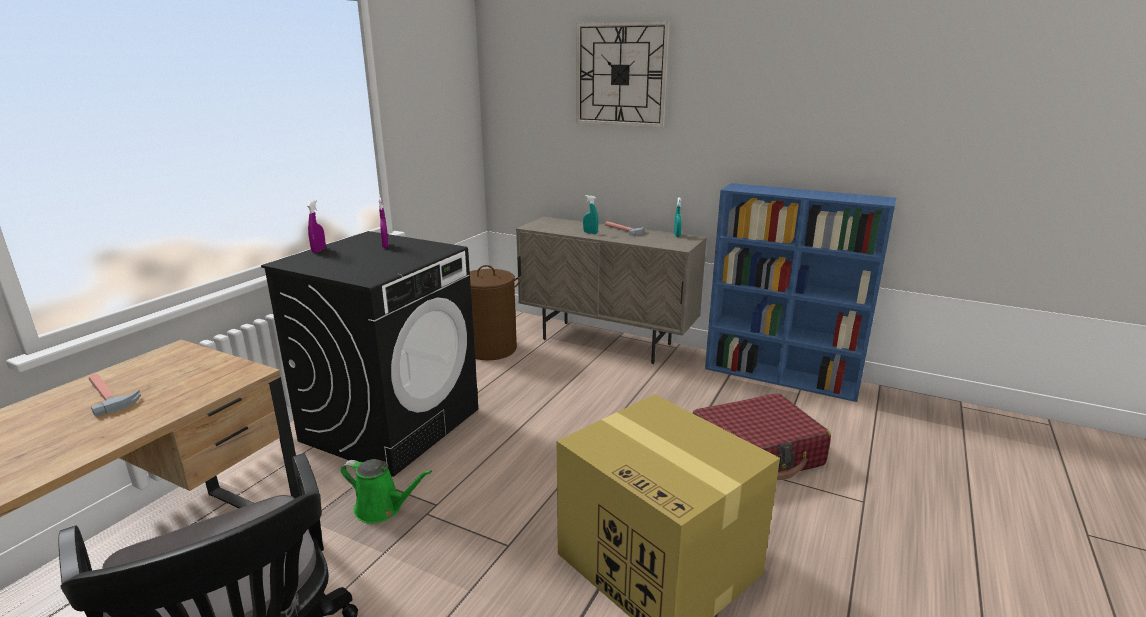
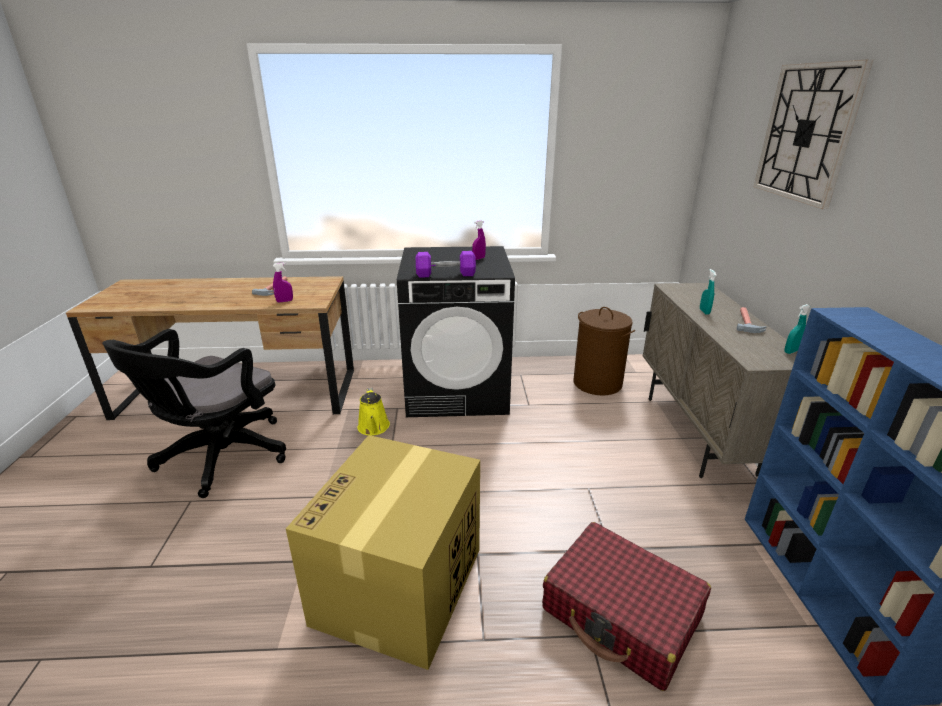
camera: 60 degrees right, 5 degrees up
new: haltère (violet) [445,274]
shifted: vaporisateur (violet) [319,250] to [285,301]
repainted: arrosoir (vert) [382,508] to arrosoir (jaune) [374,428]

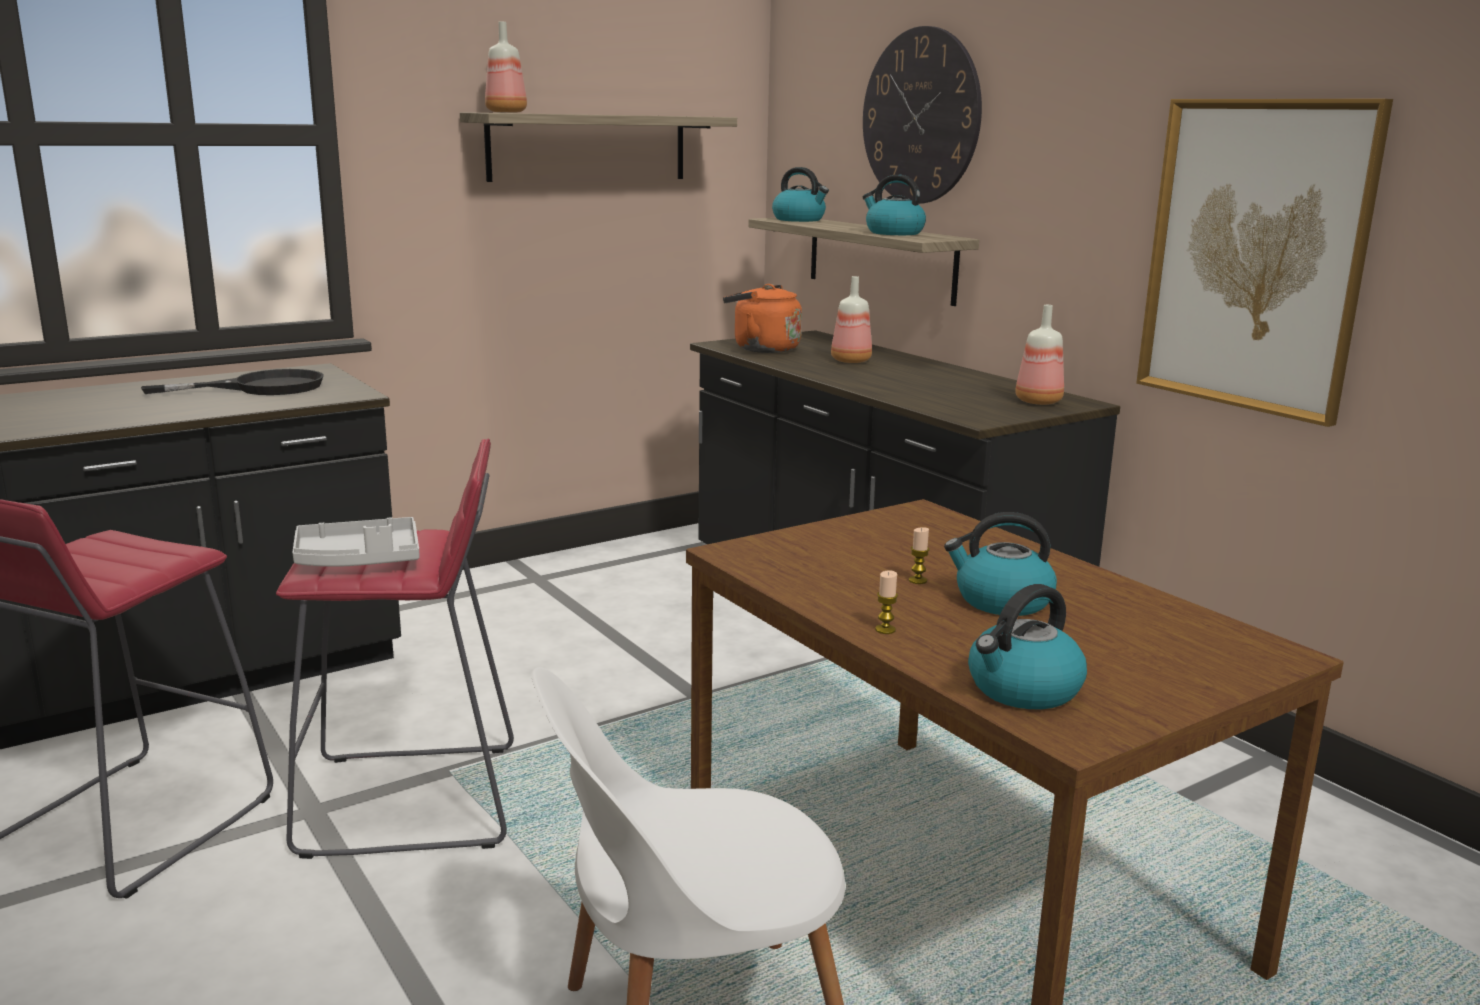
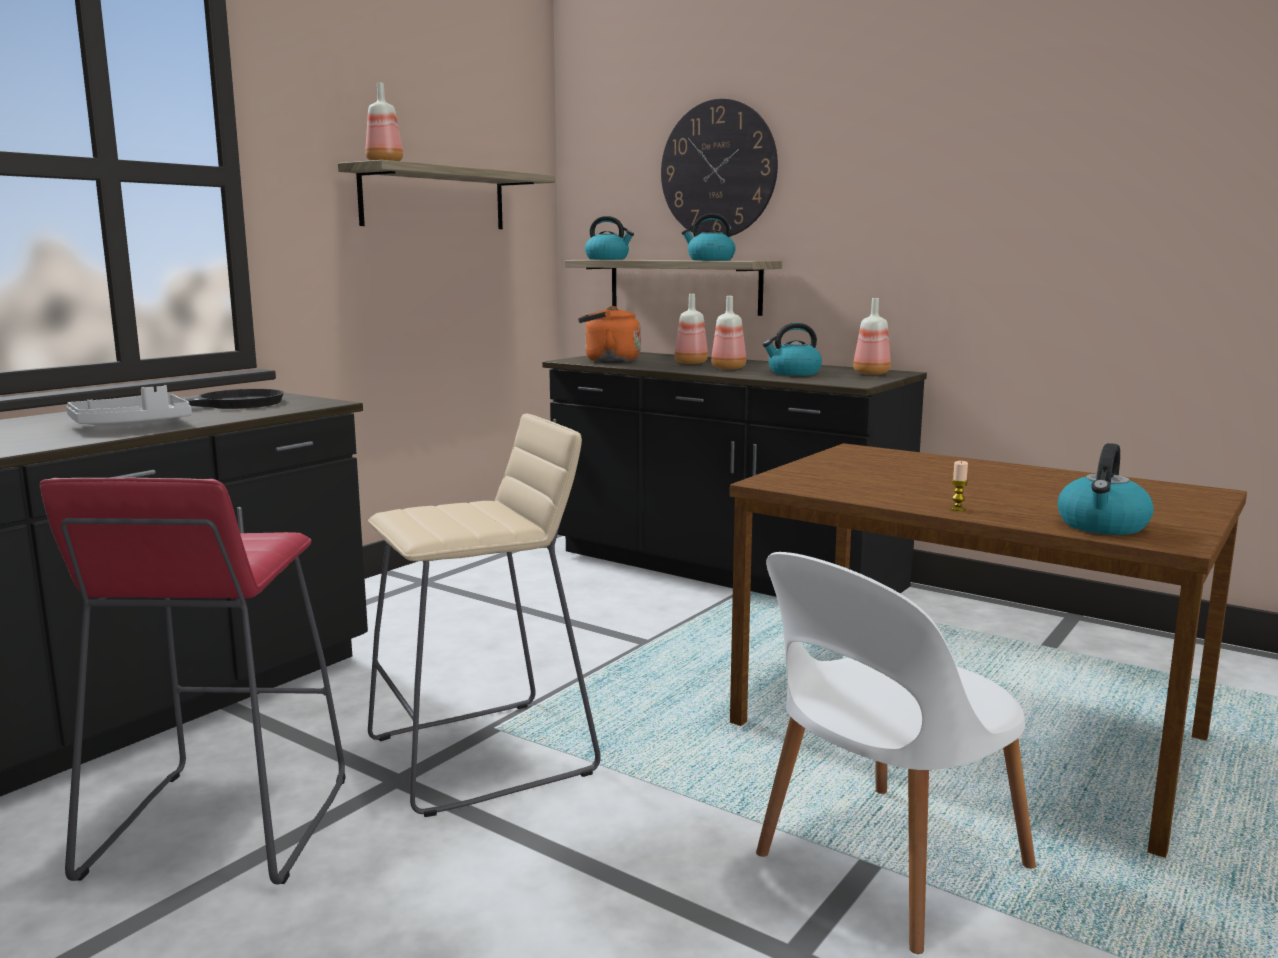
camera: 20 degrees left, 5 degrees down
gone: tableau [1254,256]; bougie [917,580]
new: bouteille [729,368]
shifted: bouilloire [1001,601] to [793,373]; plateau (gris) [359,560] to [132,425]
repainted: tabouret (rouge) [412,801] to tabouret (beige) [484,755]

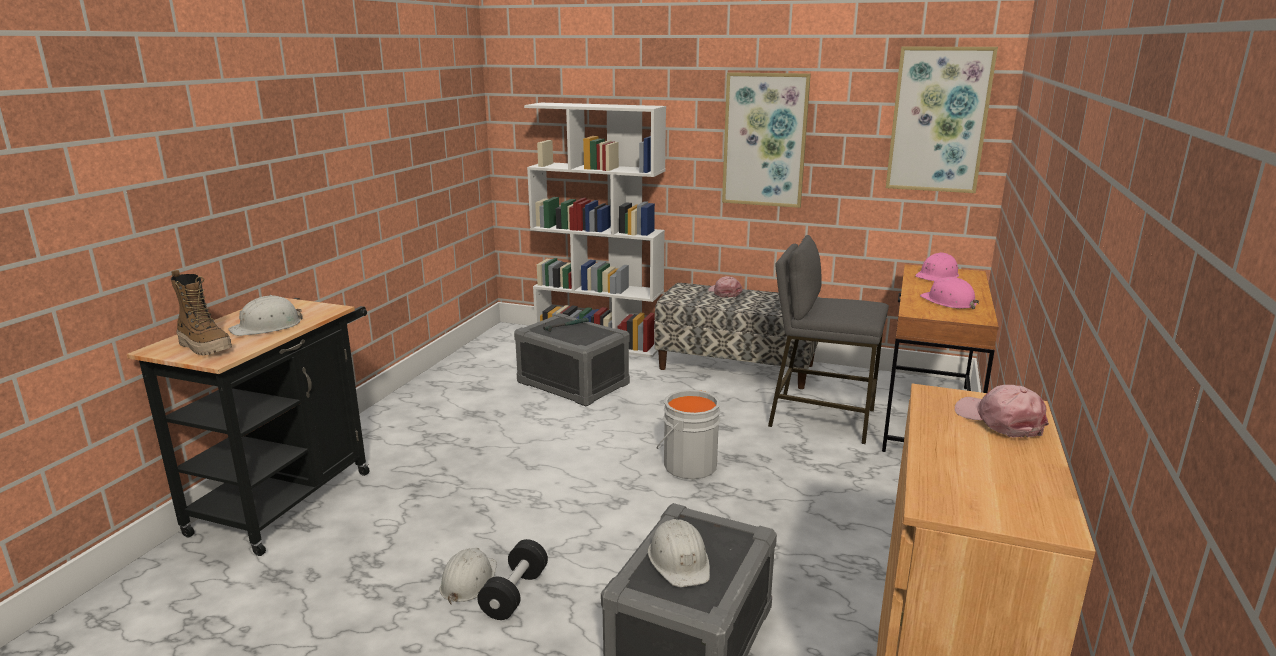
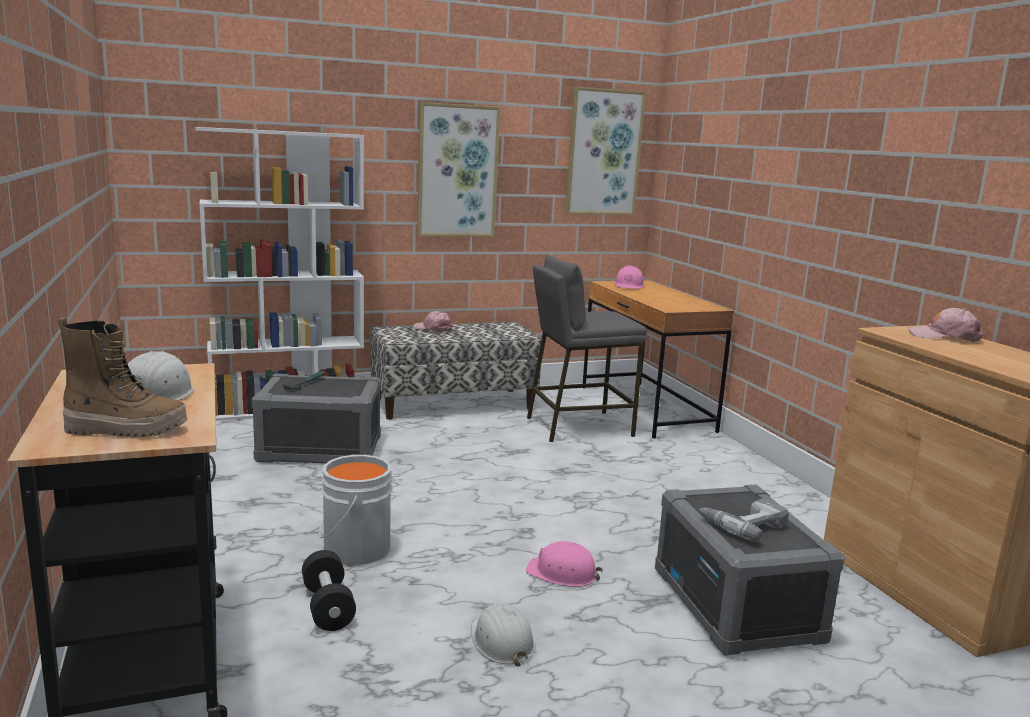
camera: 40 degrees left, 5 degrees down
shifted: casque de chantier (rose) [948,301] to [562,573]; seau (gris) [687,465] to [353,549]; haltère (noir) [515,593] to [328,607]
swapped: casque de chantier (blanc) [679,560] to perceuse [742,524]

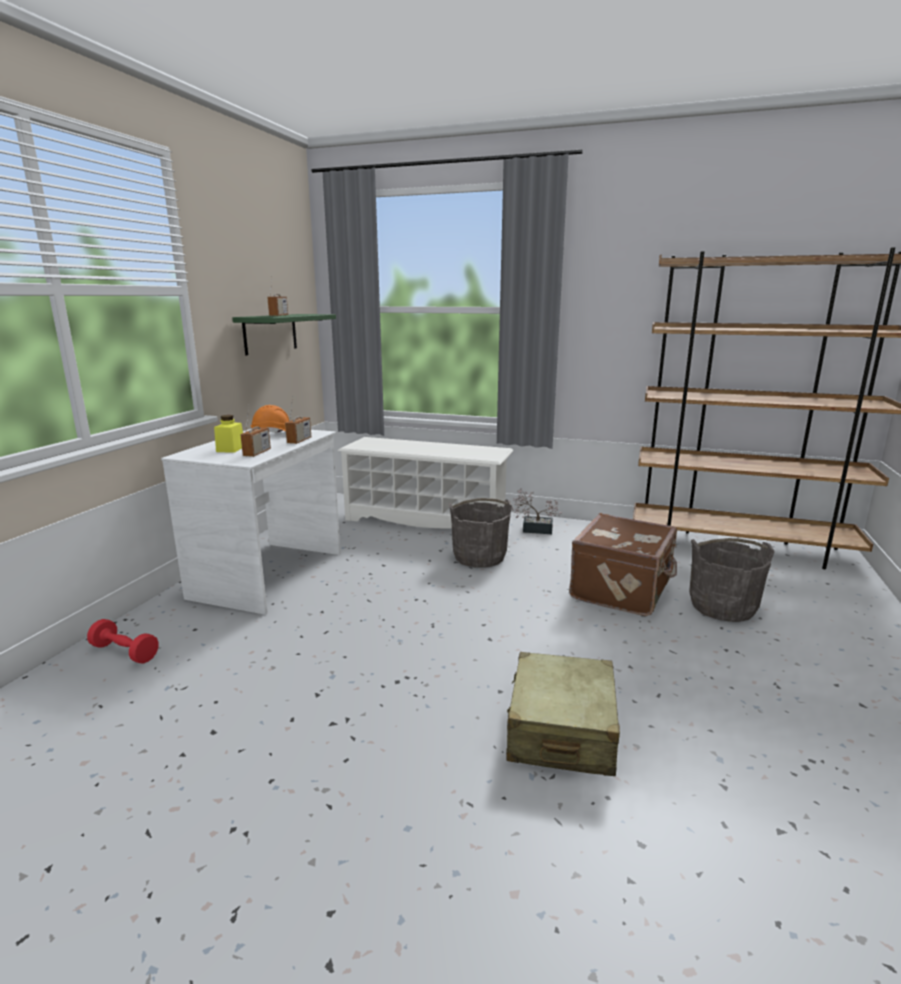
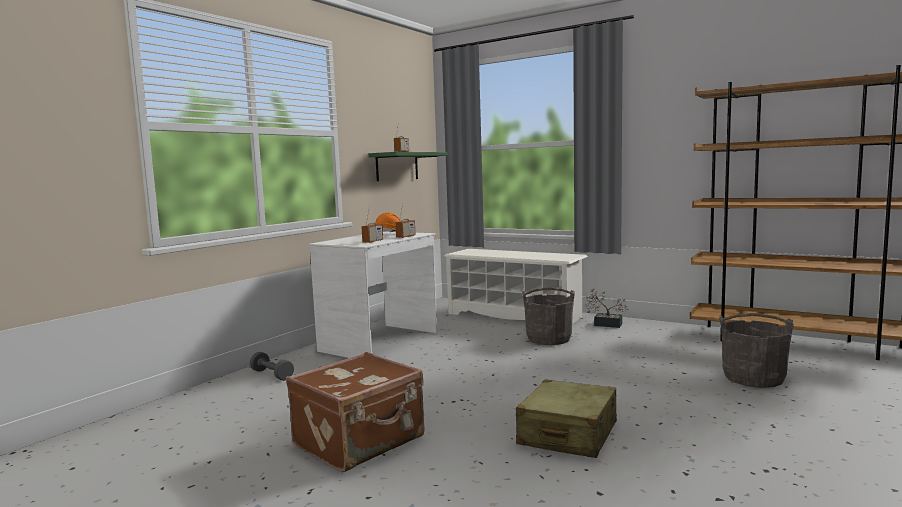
camera: 15 degrees right, 10 degrees down
gone: bocal (jaune) [230,449]
shifted: valise (marron) [622,590] to [360,442]
repainted: haltère (rouge) [125,652] to haltère (gris) [272,375]

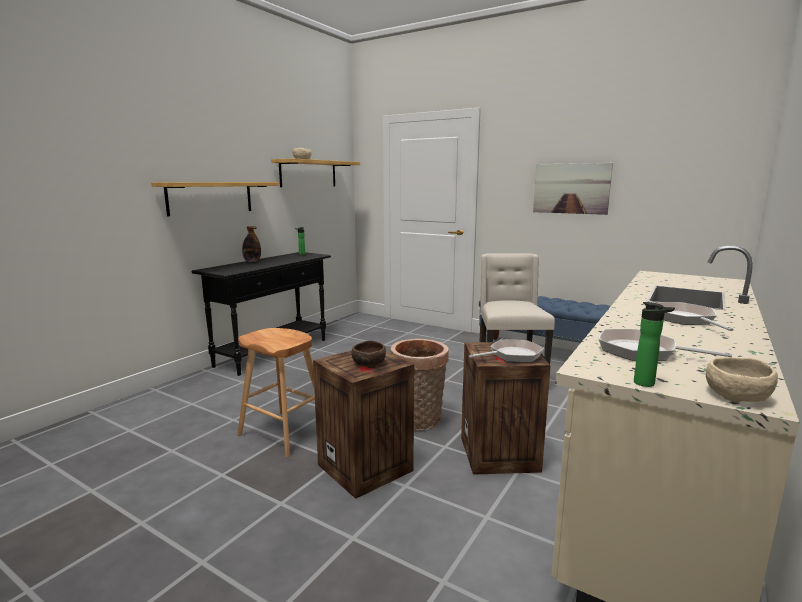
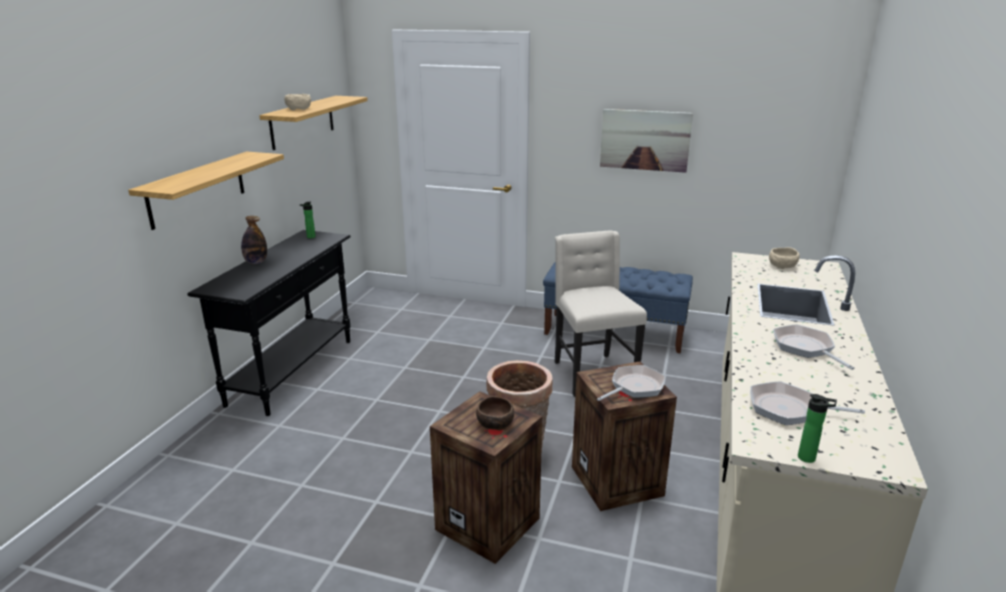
camera: 15 degrees left, 10 degrees up
gone: tabouret (marron) [284,433]
shifted: bol (beige) [736,396] to [782,266]

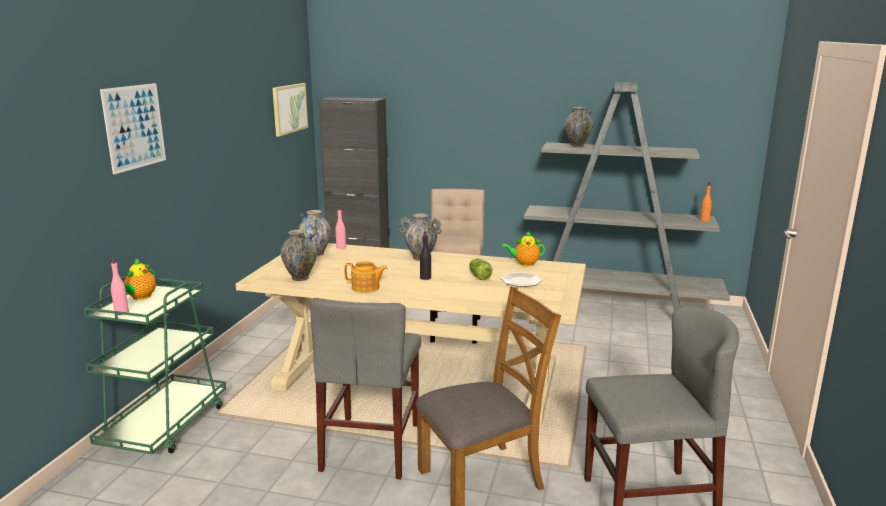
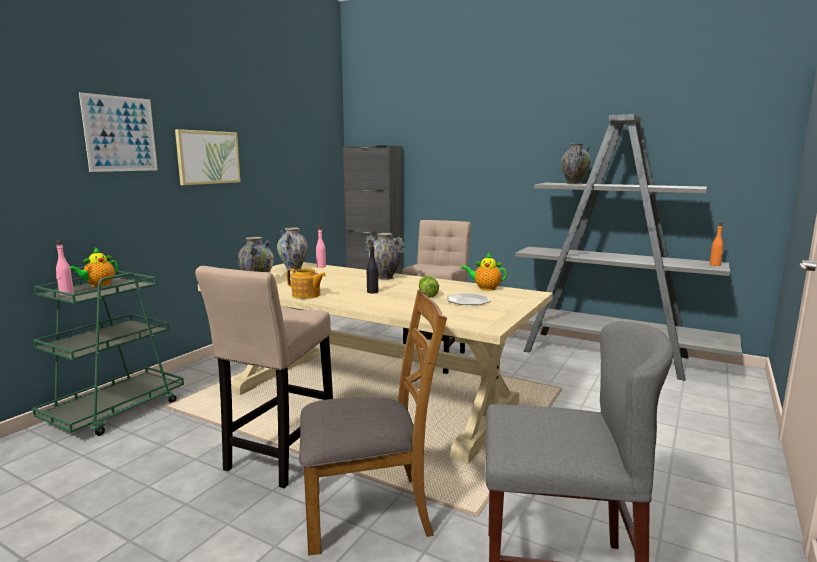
camera: 15 degrees right, 5 degrees down
shifted: tableau [289,108] to [208,157]
swapped: chaise (gris) [371,446] to tabouret (beige) [278,457]

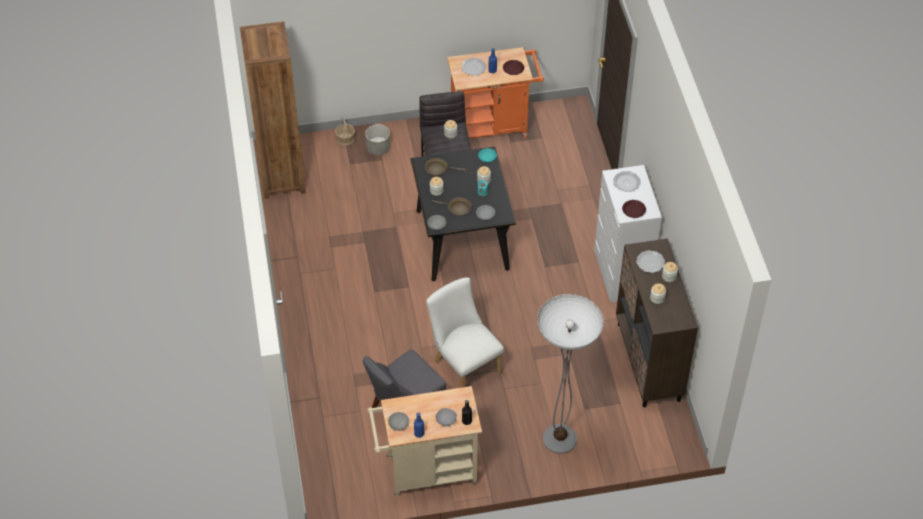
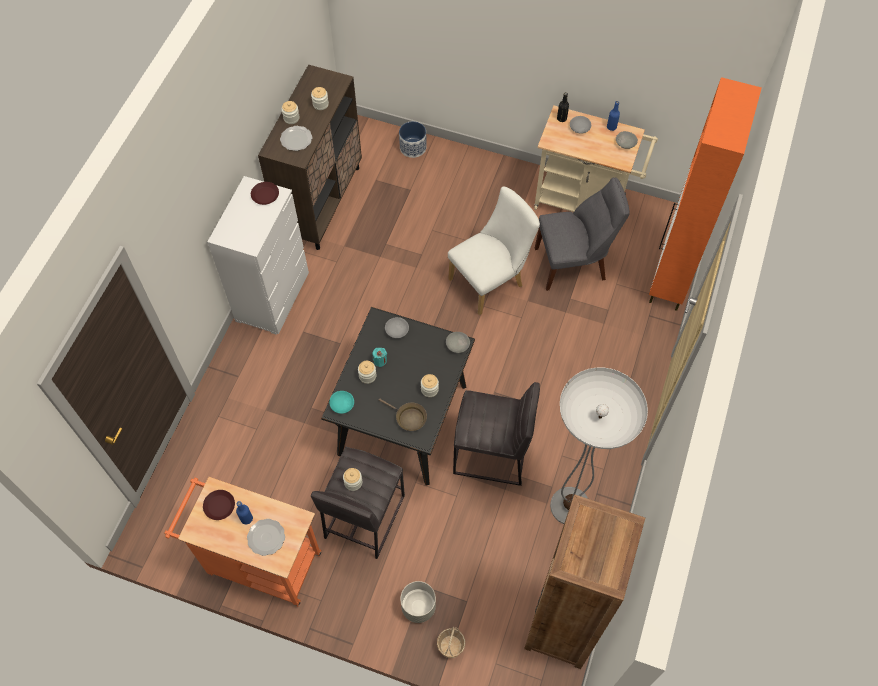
camera: 150 degrees left, 10 degrees up
gone: assiette [627,182]; poêle (marron) [457,209]
new: meuble de rangement (orange) [670,280]; cache-pot [413,147]; tabouret (gris) [492,455]
shifted: lampadaire [559,439] to [570,506]
rotated: chaise (blanc) [464,364] = [490,281] 120 degrees counterclockwise

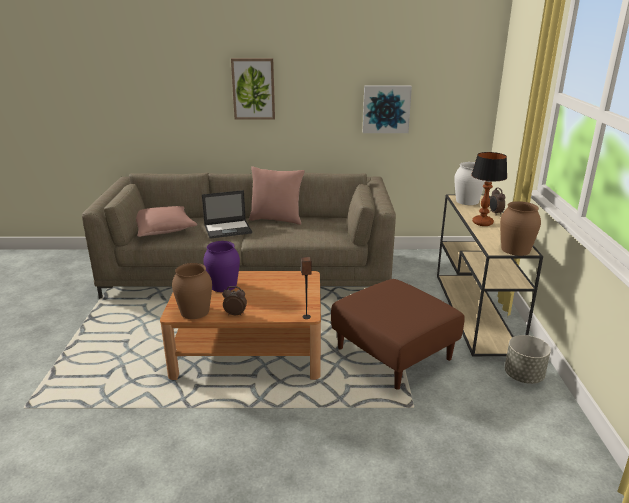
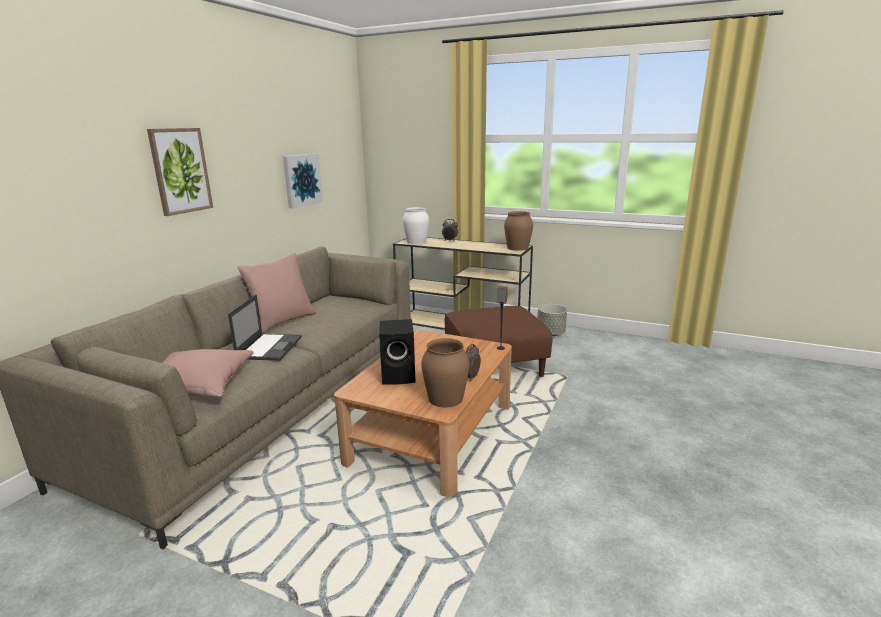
camera: 65 degrees left, 5 degrees down
gone: lampe de table [482,223]
swapped: vase (violet) [224,286] to enceinte (noir) [400,375]

